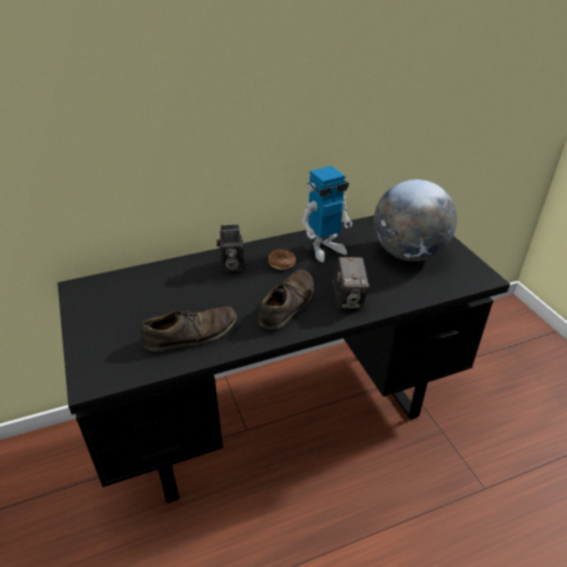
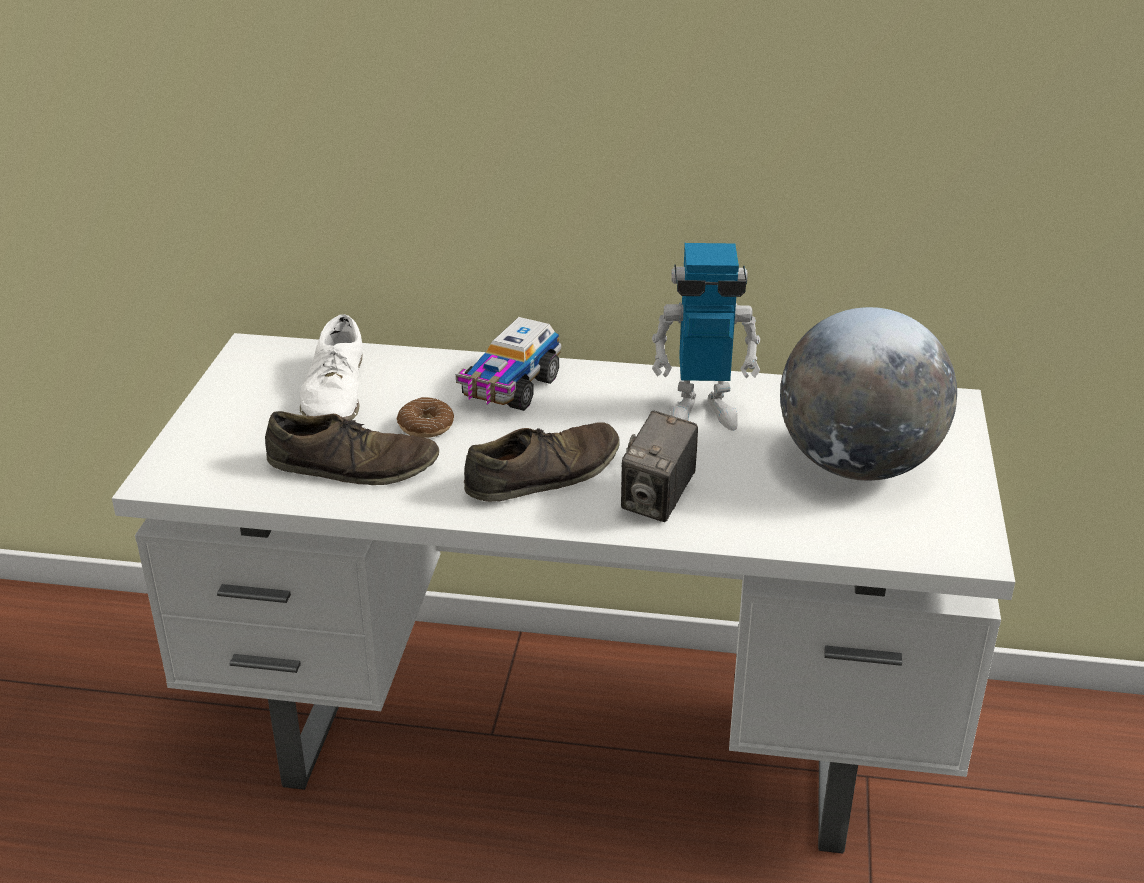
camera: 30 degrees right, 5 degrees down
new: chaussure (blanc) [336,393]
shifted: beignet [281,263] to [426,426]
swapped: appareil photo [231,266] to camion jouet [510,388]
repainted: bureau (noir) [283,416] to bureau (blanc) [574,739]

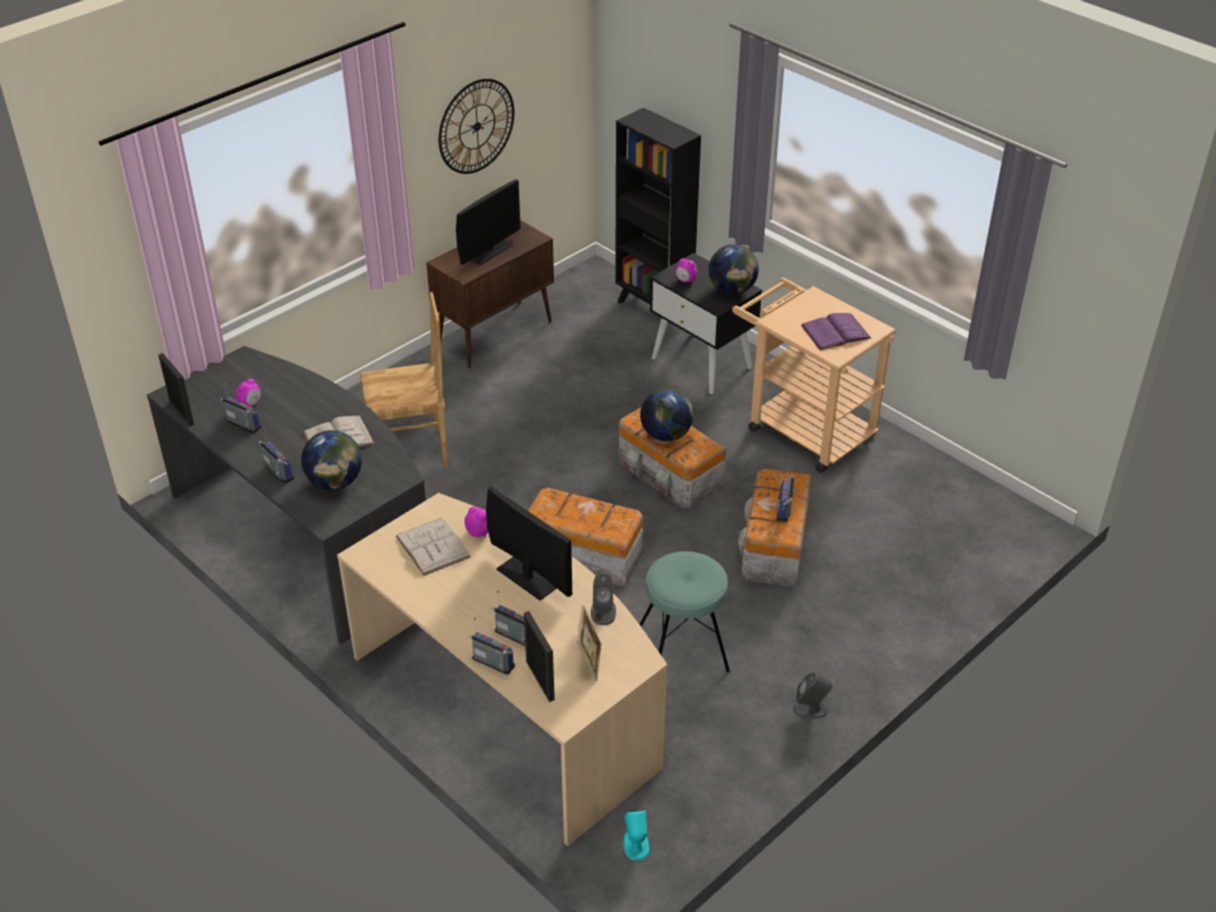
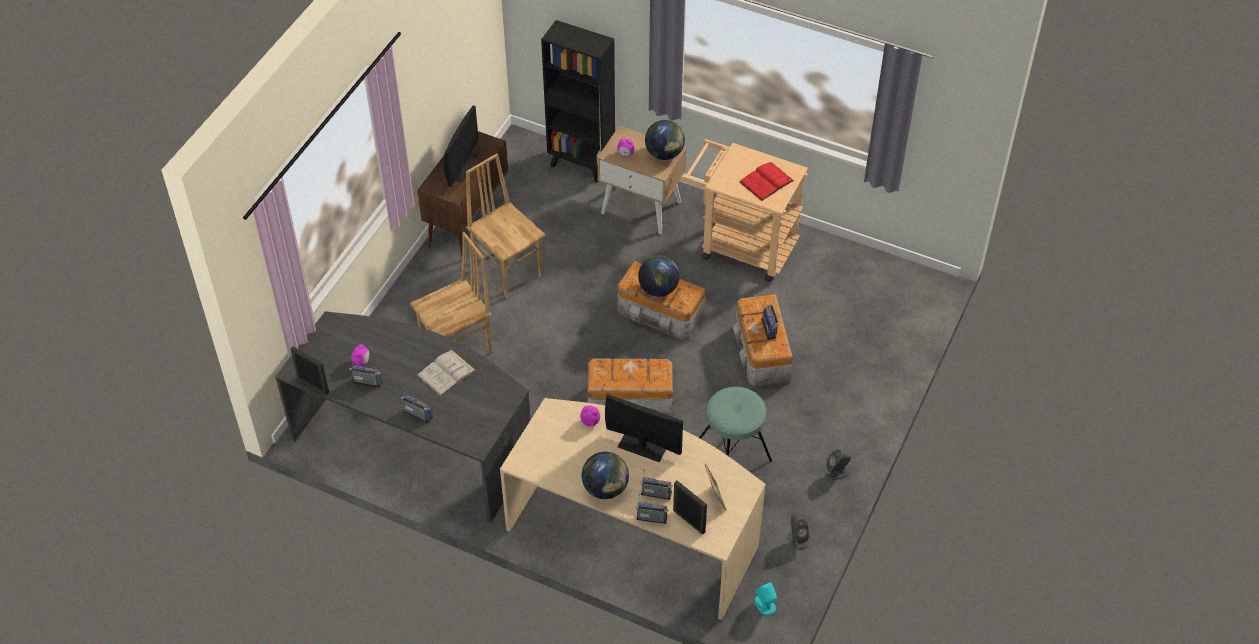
camera: 20 degrees left, 10 degrees up
gone: horloge murale [476,126]; livre (blanc) [432,546]
new: chaise (marron) [509,271]
shifted: globe [335,482] to [605,488]; enceinte (gris) [603,611] to [797,539]
repainted: table de chevet (noir) [702,362] to table de chevet (beige) [642,207]; livre (violet) [835,332] to livre (rouge) [766,181]

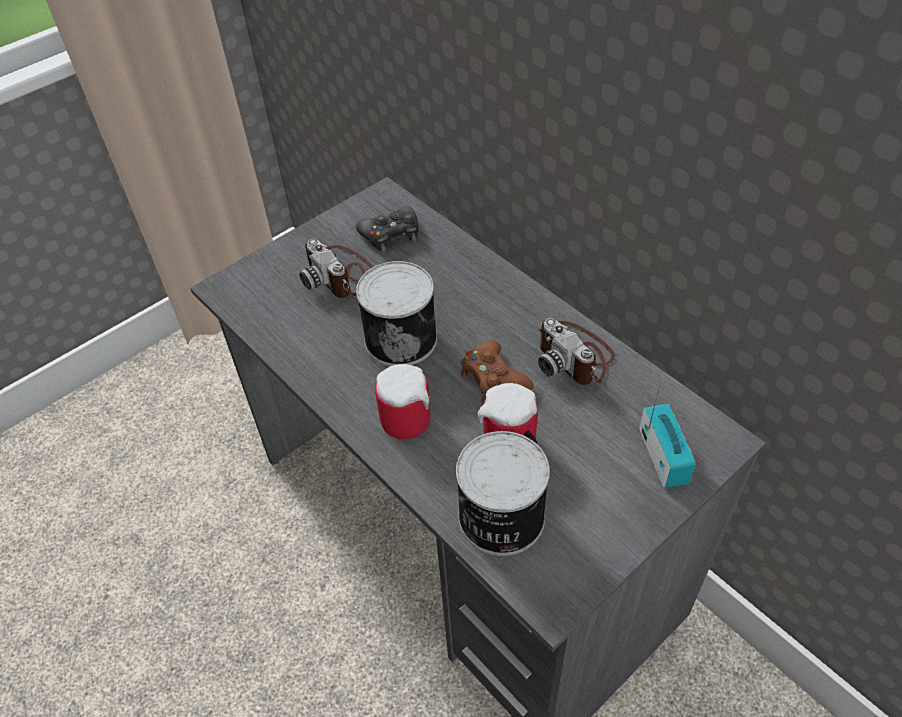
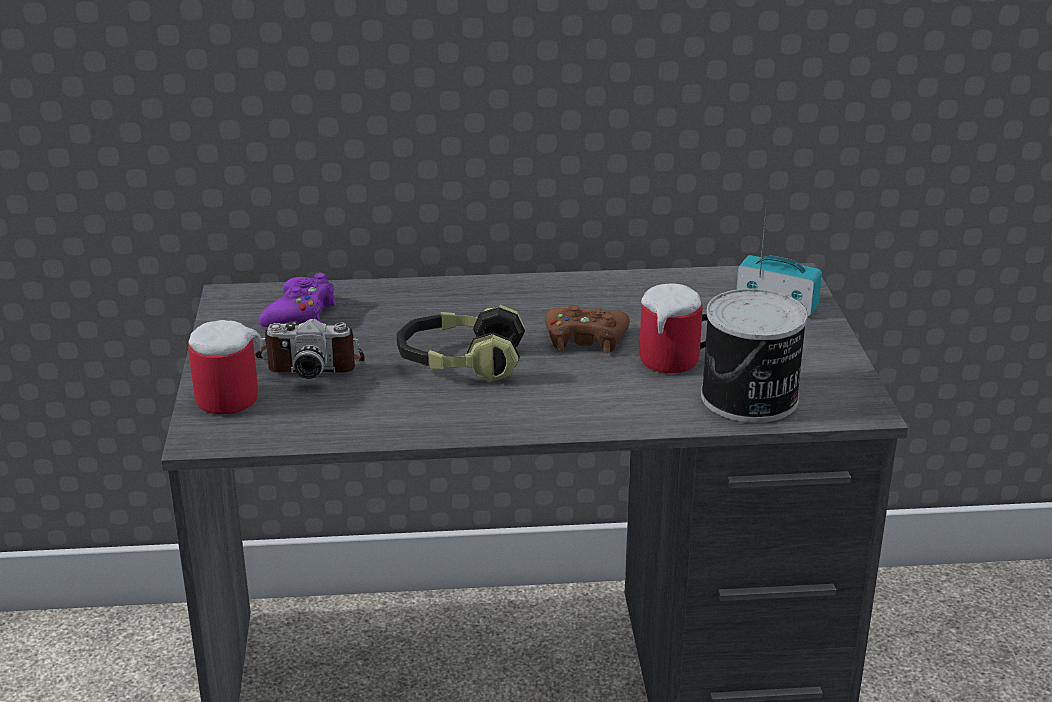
camera: 55 degrees left, 20 degrees down
gone: appareil photo [575,356]
shifted: mug [410,415] to [225,395]
swapped: boîte métallique [401,338] to casque audio [460,363]
repainted: manette (noir) [391,234] to manette (violet) [300,314]

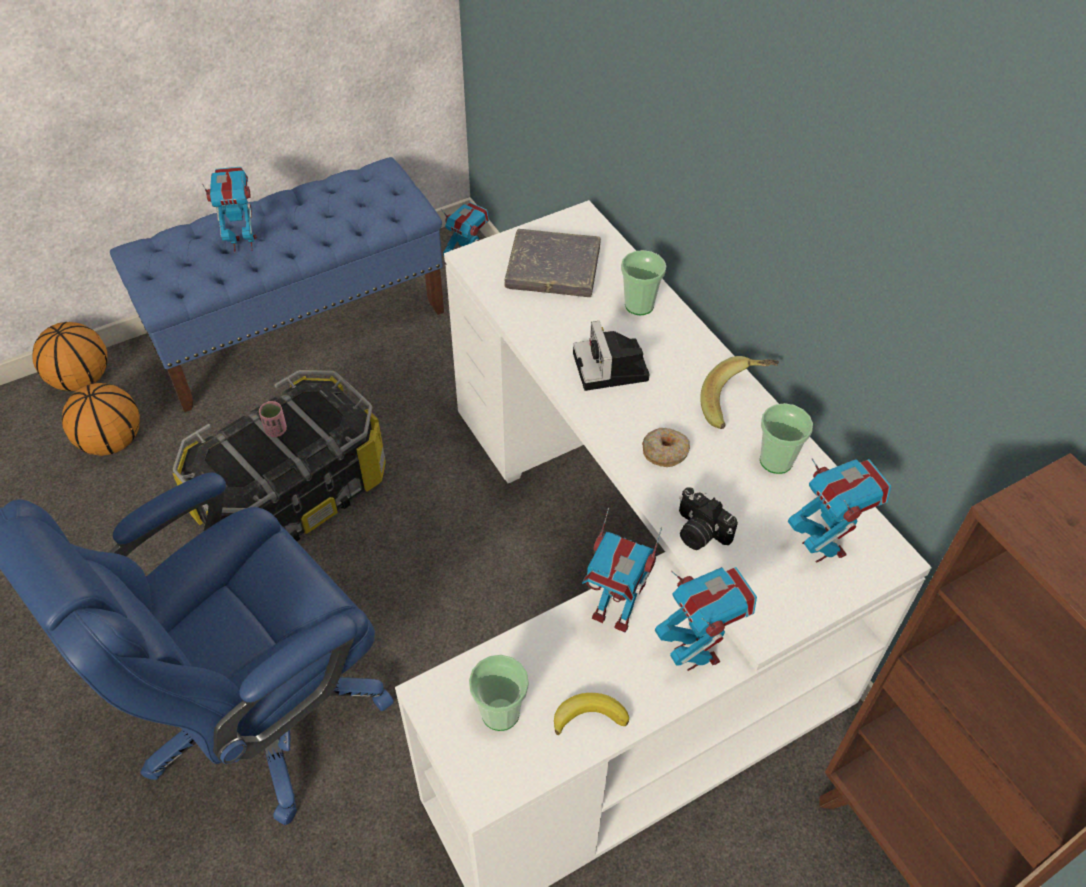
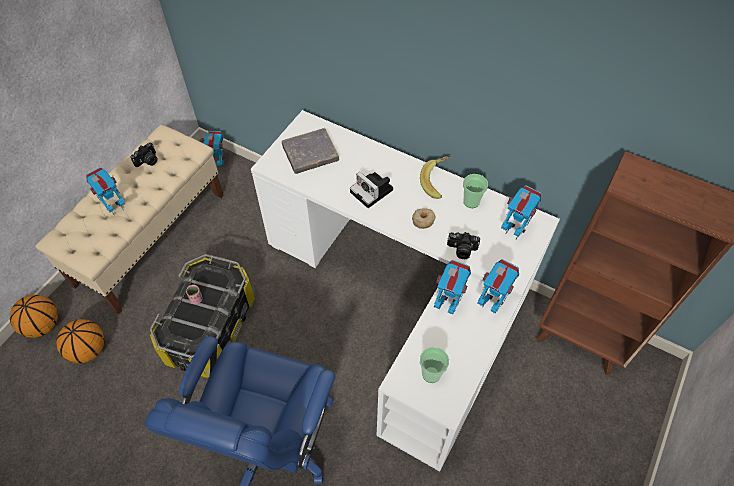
camera: 30 degrees left, 5 degrees up
gone: tasse [639,305]; banane [589,716]
new: appareil photo [148,161]
repainted: banc (bleu) [301,328] to banc (beige) [151,238]
rotated: robot jouet [614,613] = [447,304] 150 degrees counterclockwise

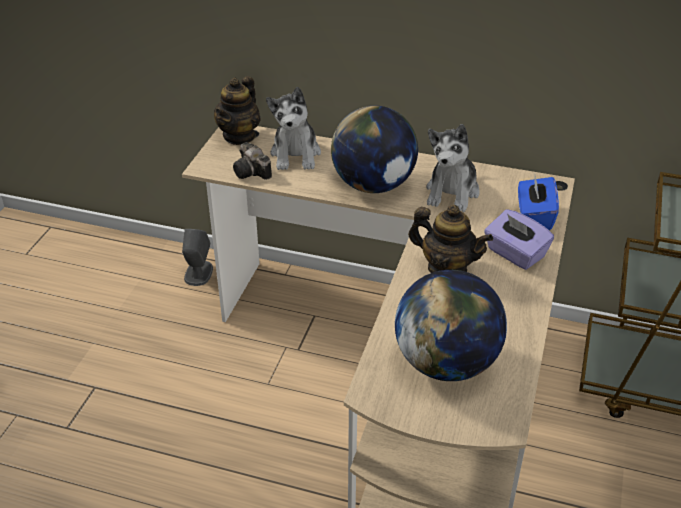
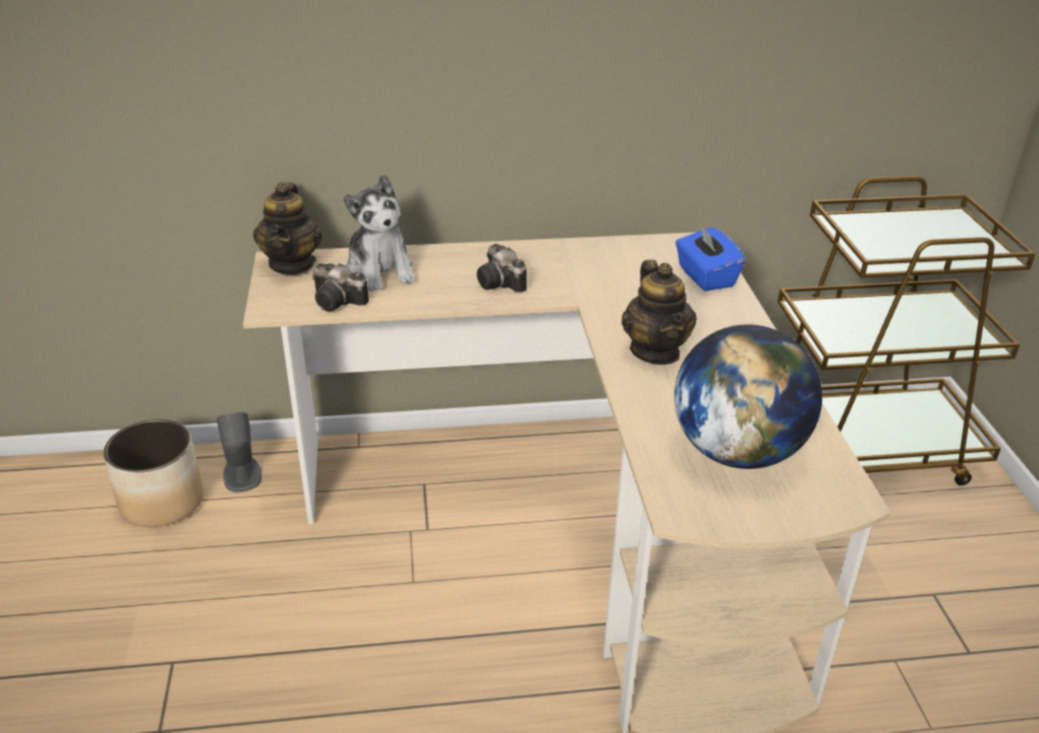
camera: 25 degrees left, 5 degrees down
gone: peluche [452,192]; boîte à mouchoirs (violet) [515,254]
new: cache-pot [162,501]
swapped: globe [373,185] to appareil photo [502,283]
rotated: théière [447,268] = [655,351] 75 degrees clockwise

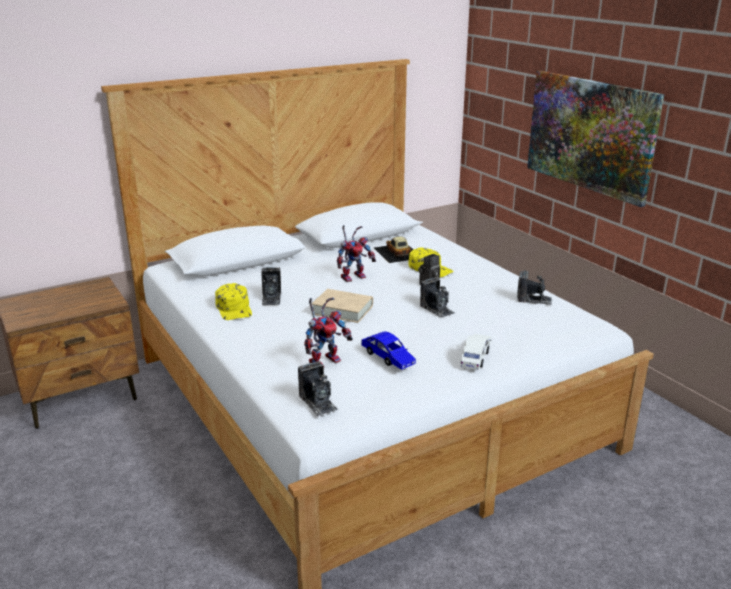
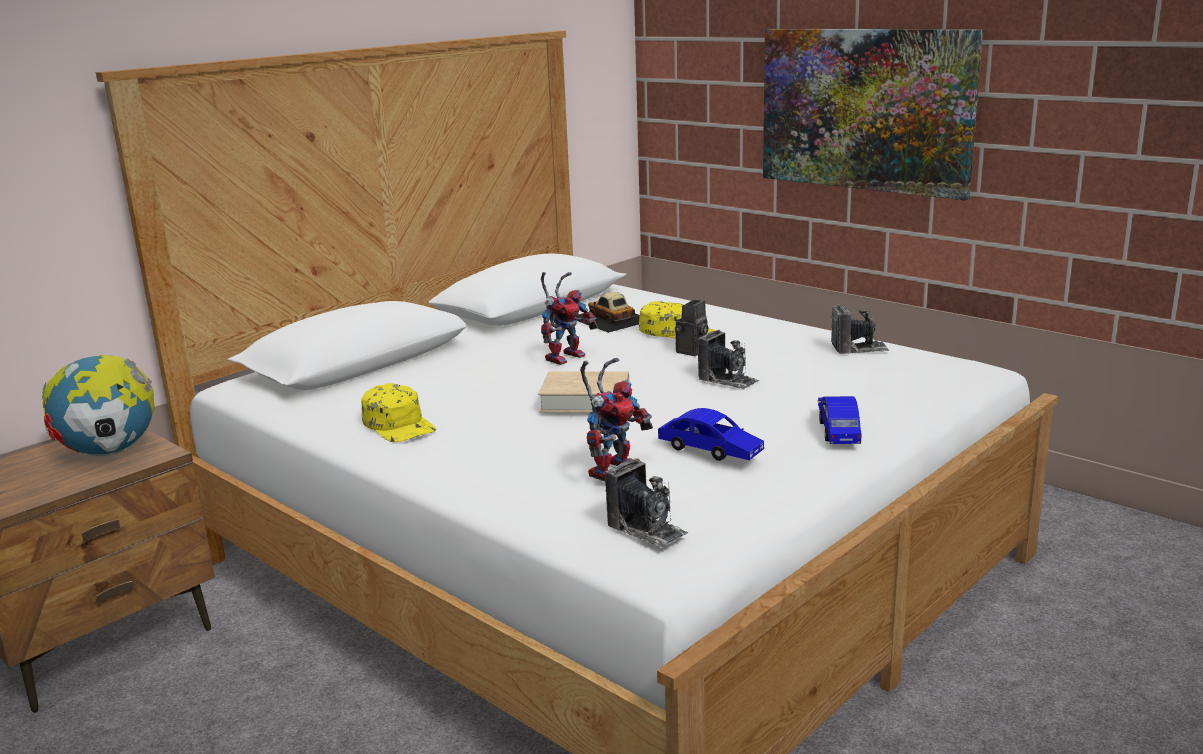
camera: 15 degrees left, 5 degrees down
gone: appareil photo [271,298]
new: globe [110,453]
repainted: petite voiture (blanc) [475,357] to petite voiture (bleu) [838,430]

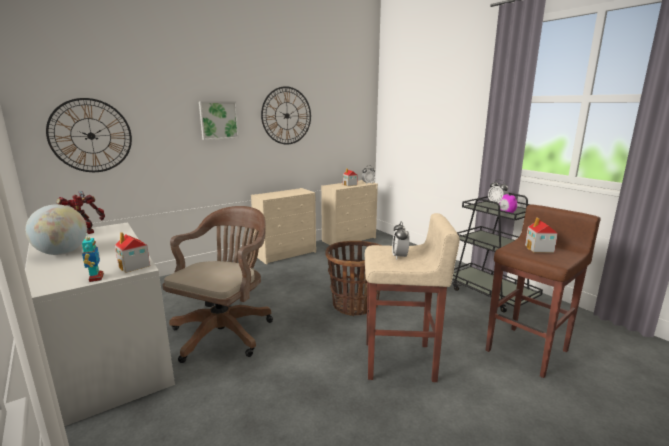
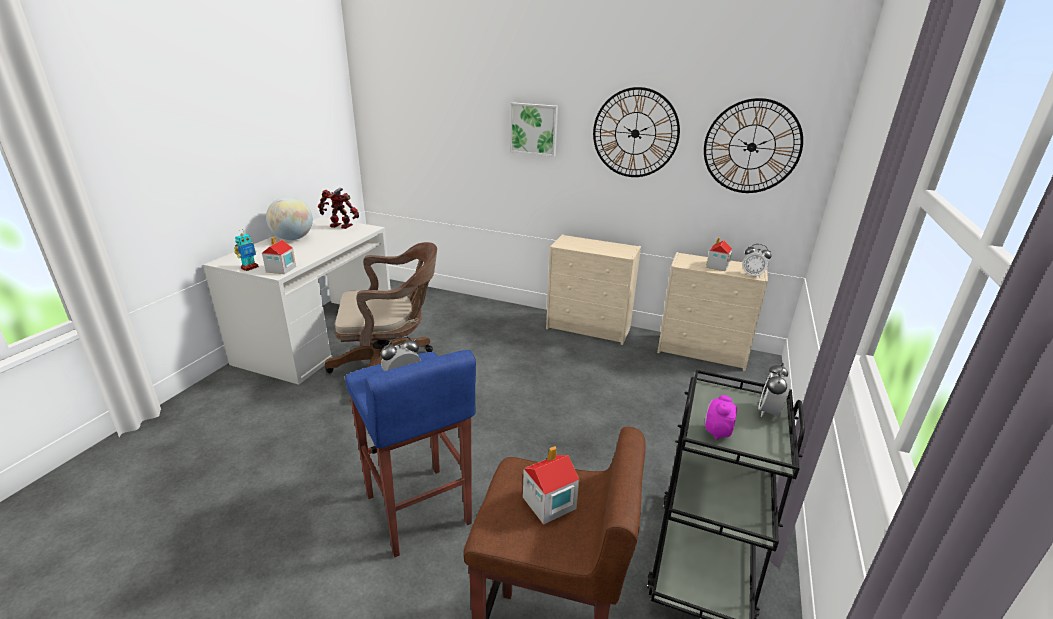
camera: 55 degrees right, 10 degrees up
gone: panier [355,305]
shifted: horloge murale [91,136] to [751,147]
repainted: tabouret (beige) [400,362] to tabouret (bleu) [417,511]

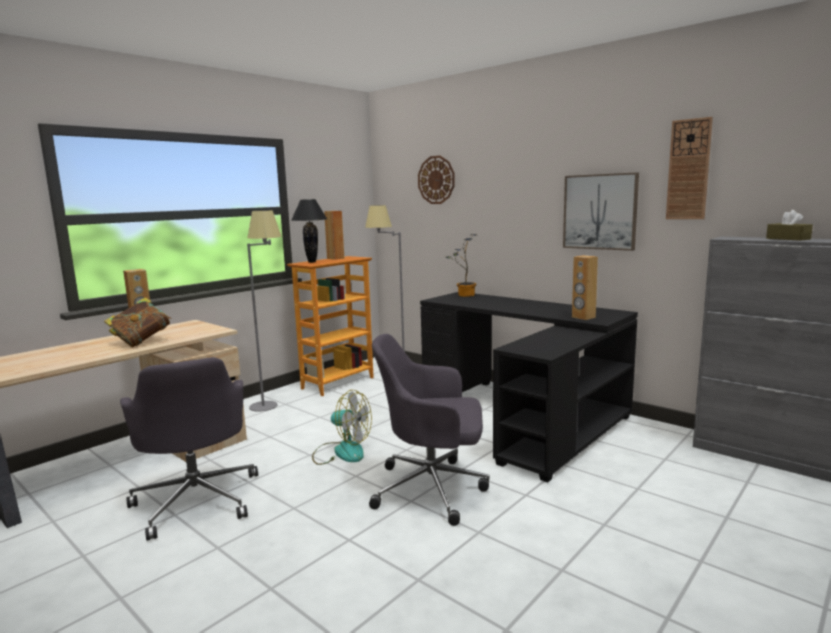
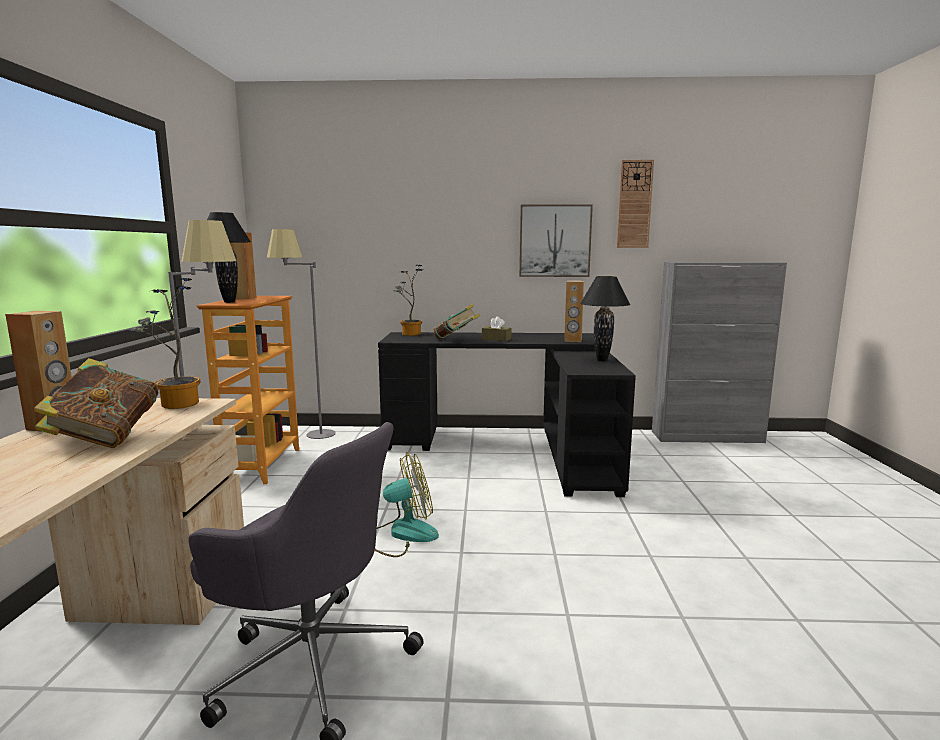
camera: 40 degrees left, 0 degrees up
gone: horloge murale [436,180]; chaise de bureau (gris) [432,489]
new: lampe de table (noir) [601,360]; plante en pot [175,405]; livre [456,340]
shifted: boîte à mouchoirs (marron) [788,239] to [496,339]

